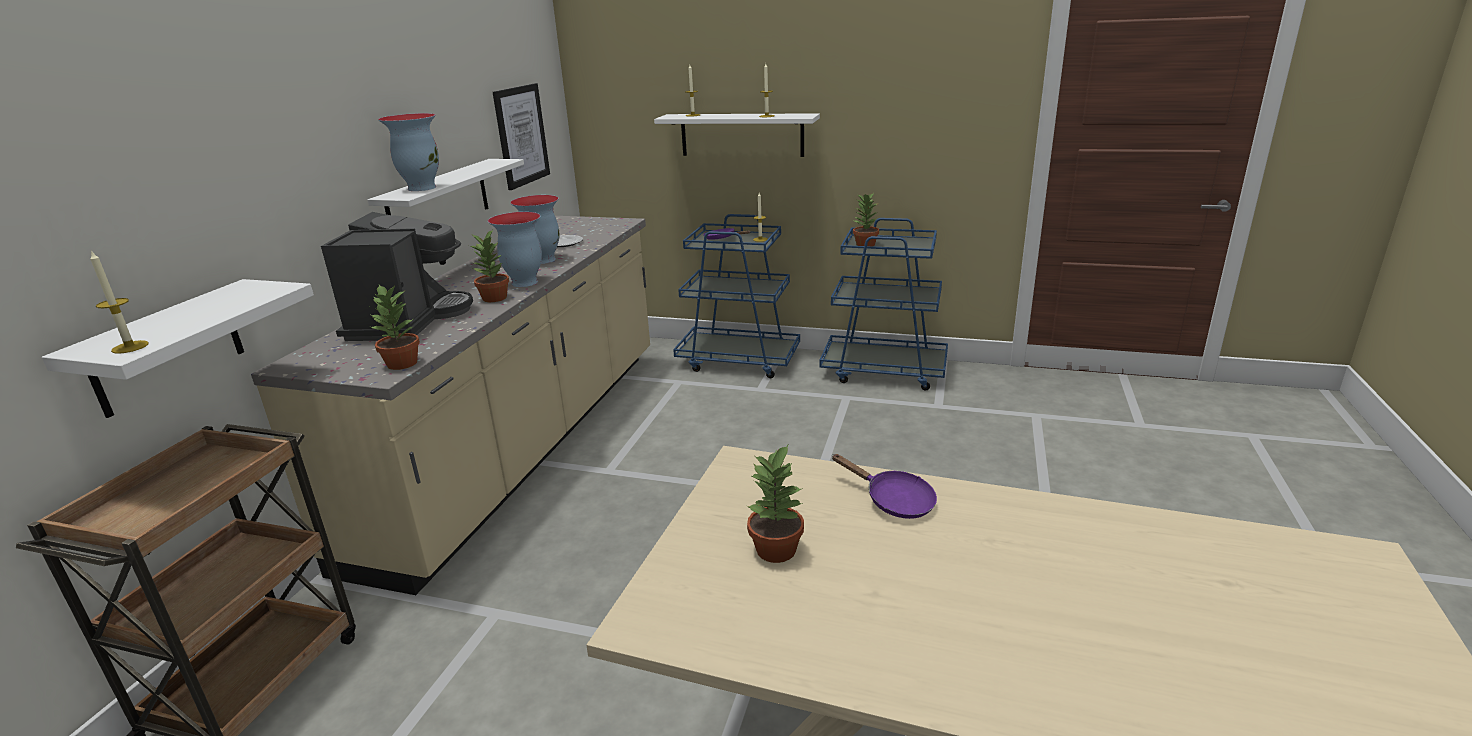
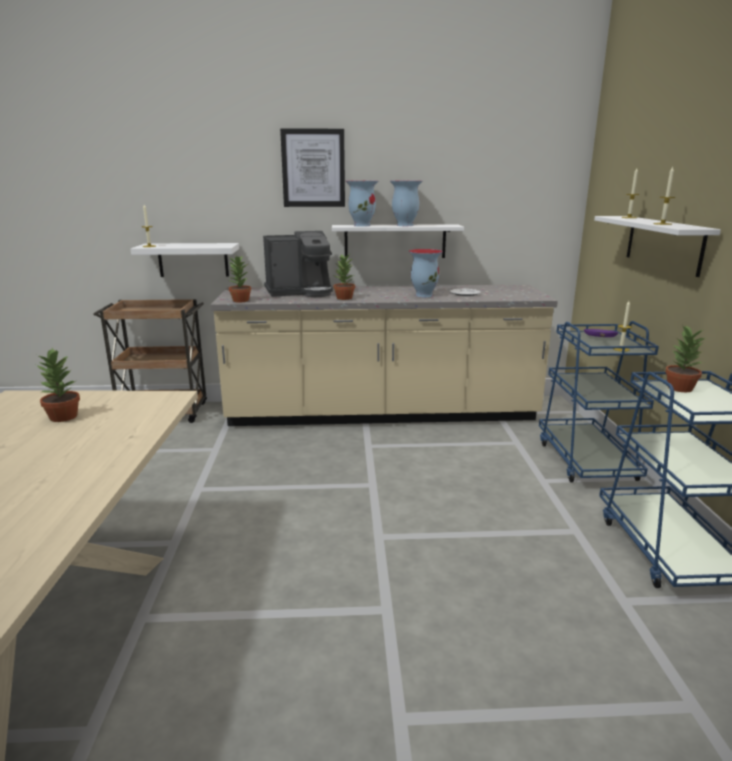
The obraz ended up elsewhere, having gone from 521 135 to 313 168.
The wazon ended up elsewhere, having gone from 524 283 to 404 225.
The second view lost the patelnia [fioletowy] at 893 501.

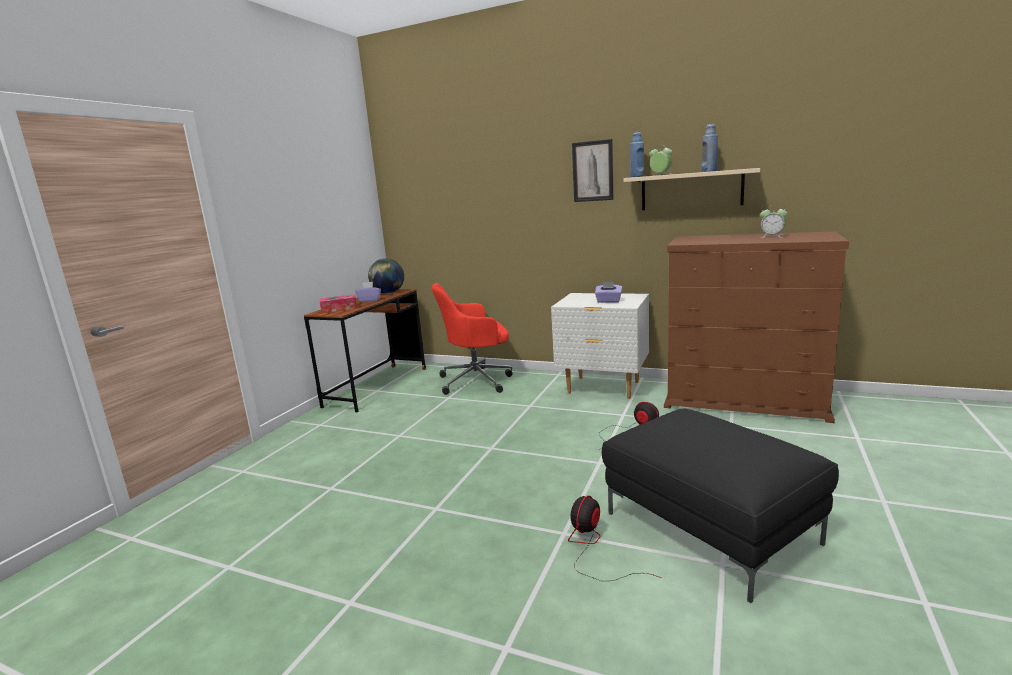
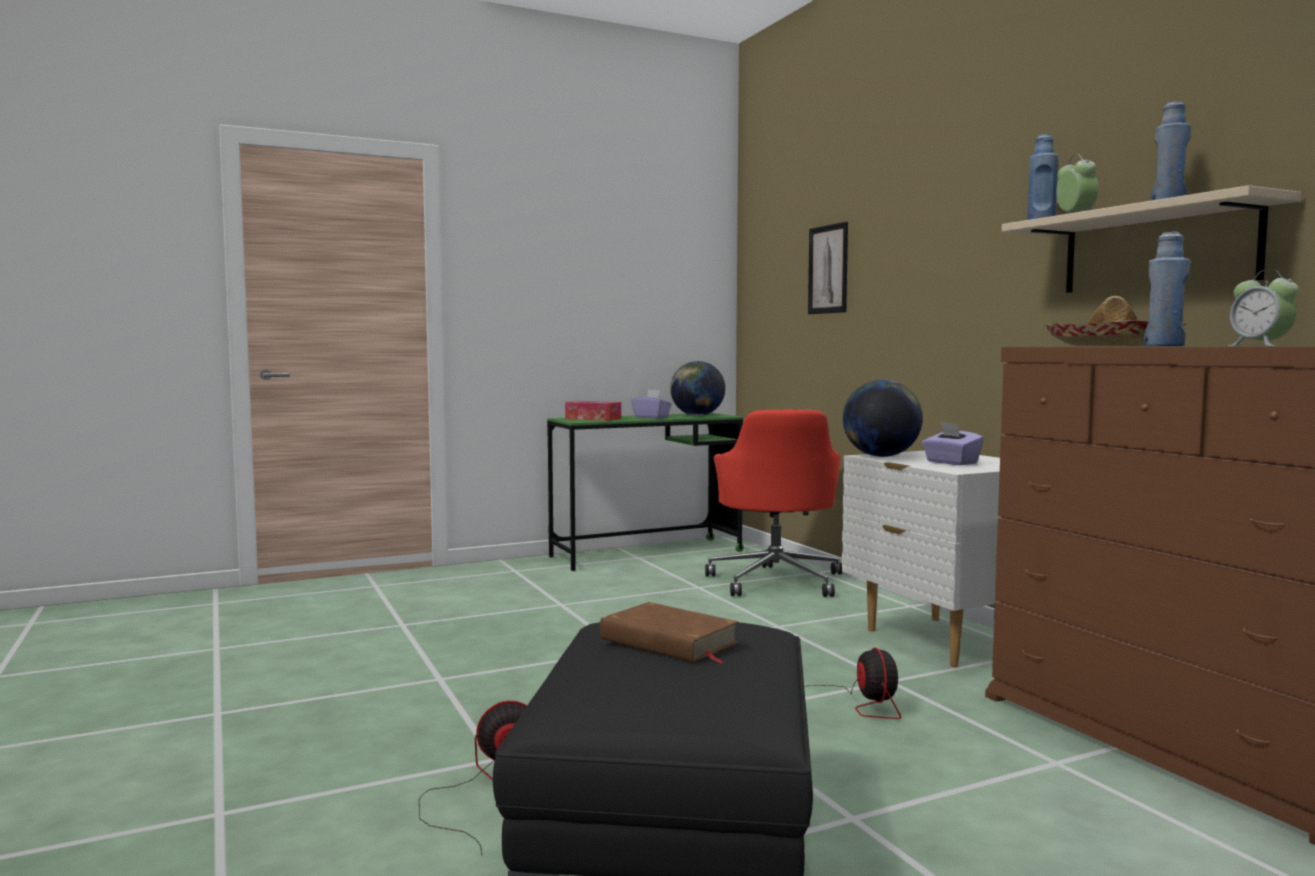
What was the biurko [brązowy] at 377 387 turned into the biurko [zielony] at 646 554.
The second view gained the książka [brązowy] at 669 641.
The krzesło biurowe [czerwony] at 477 381 ended up facing another way, 120 degrees counterclockwise from before.
The obraz ended up elsewhere, having gone from 592 171 to 828 269.
The second view gained the globus at 881 456.
The second view gained the kapelusz at 1112 346.
The second view gained the butelka [niebieski] at 1164 346.

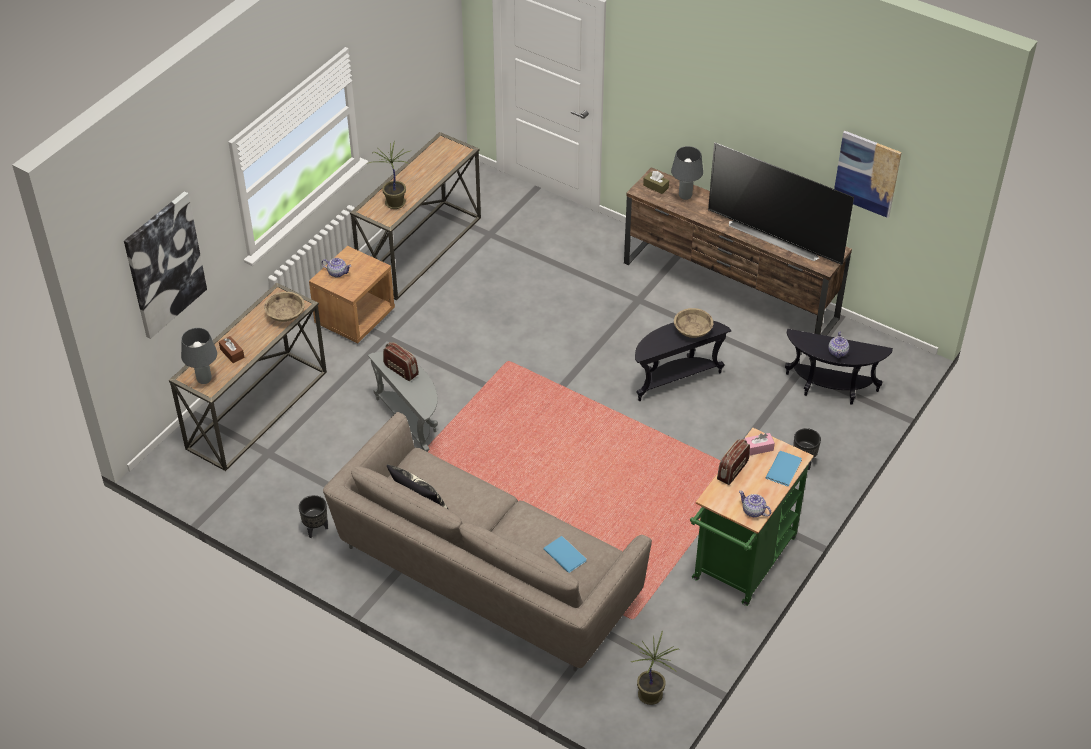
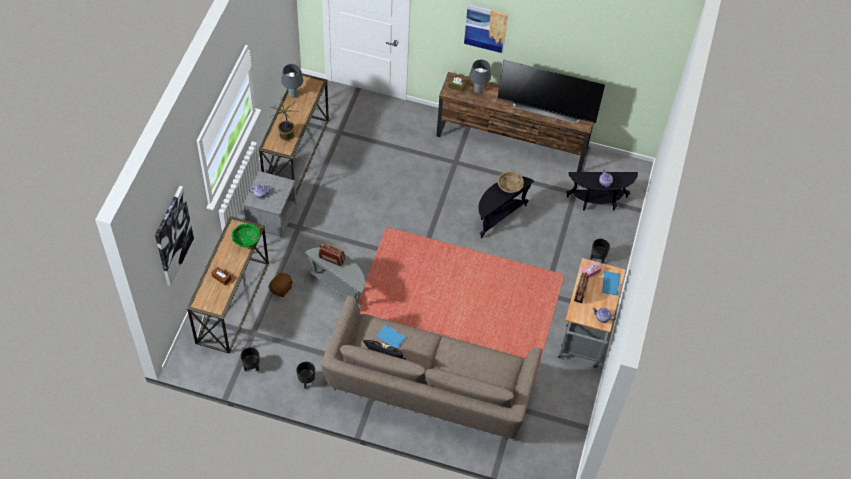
What was the miska [beżowy] at 285 314 turned into the miska [zielony] at 246 239.
The second view gained the donica [czarny] at 252 367.
What was the szafka nocna [brązowy] at 355 317 turned into the szafka nocna [szary] at 272 217.
The second view gained the pluszak [brązowy] at 281 289.
The lampa stołowa [szary] ended up elsewhere, having gone from 204 380 to 293 95.
The książka [niebieski] ended up elsewhere, having gone from 565 554 to 390 336.
The obraz ended up elsewhere, having gone from 867 173 to 485 28.
What was the wózek [zielony] at 741 564 turned into the wózek [szary] at 583 340.
The second view lost the roślina doniczkowa at 651 694.

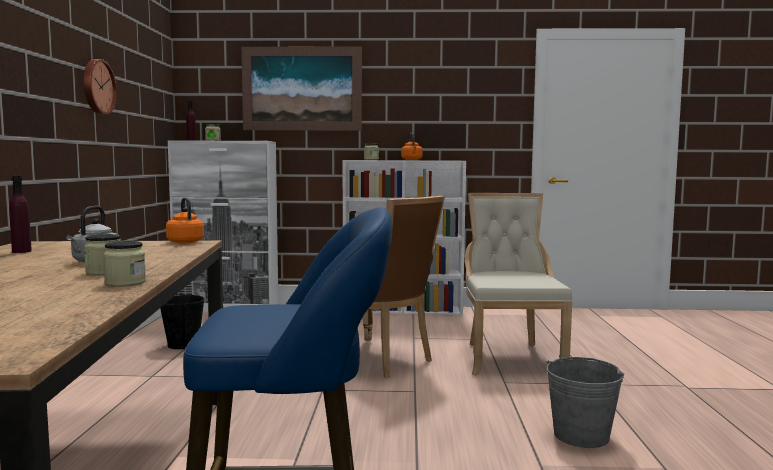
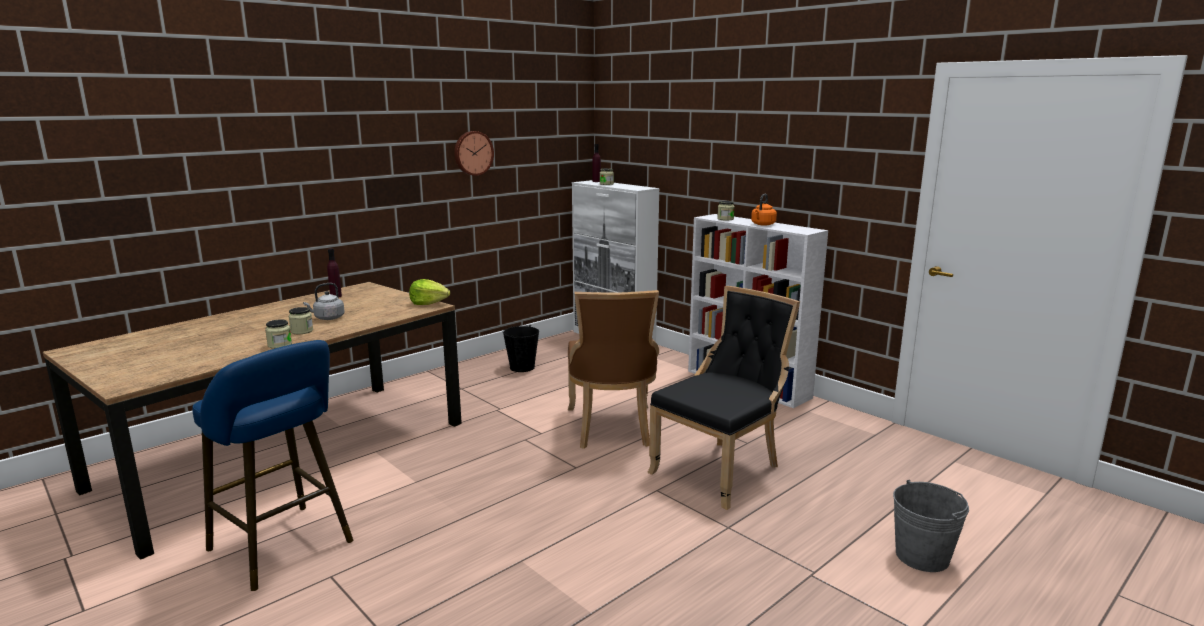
Where the czajnik [pomarańczowy] stood at 184 242, the sałata came to stand at 428 303.
What was the krzesło [beżowy] at 510 357 turned into the krzesło [czarny] at 721 470.
The wiadro [szary] ended up elsewhere, having gone from 581 435 to 922 556.
The second view lost the obraz at 302 89.

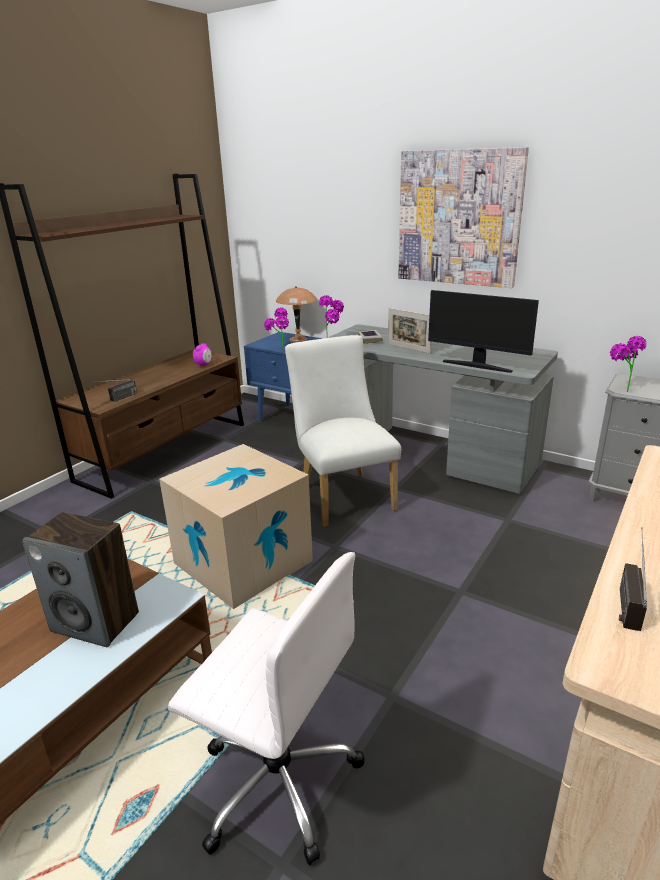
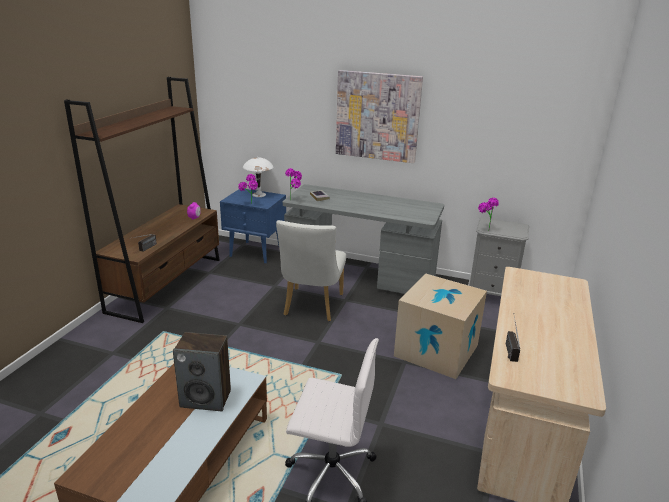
What was the lampa stołowa [brązowy] at 298 339 turned into the lampa stołowa [biały] at 259 194.
The krzesło [biały] at 343 495 ended up facing another way, 135 degrees counterclockwise from before.
The karton ended up elsewhere, having gone from 243 562 to 436 350.
The second view lost the ramka na zdjęcie at 408 348.
The second view lost the monitor at 477 365.

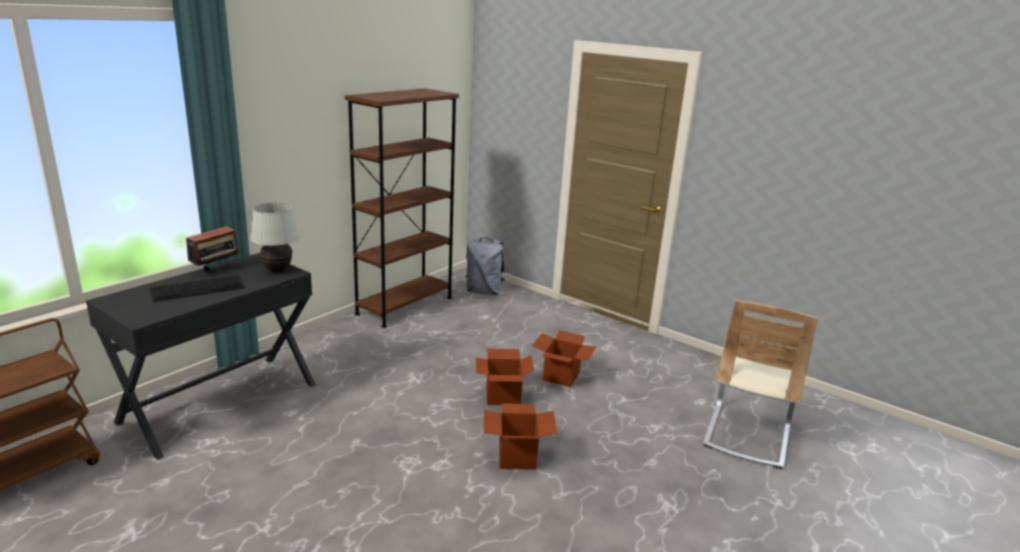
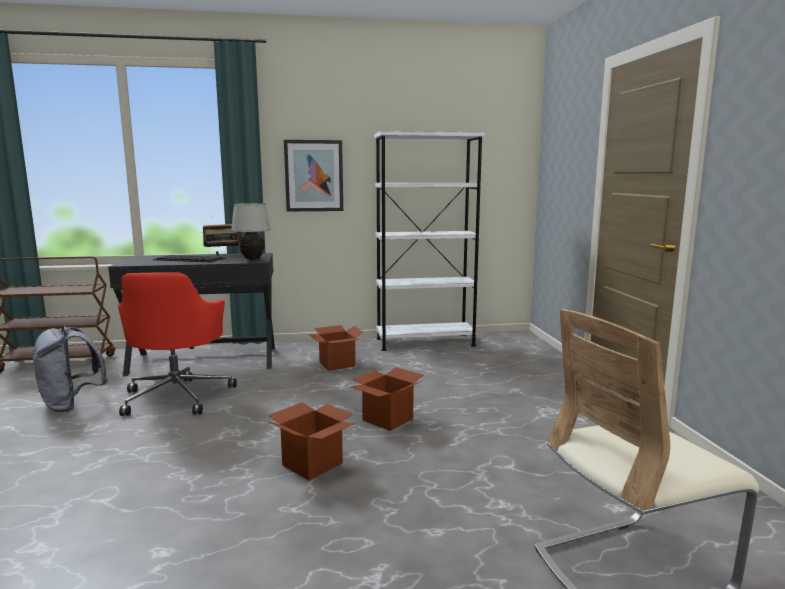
The plecak [szary] ended up elsewhere, having gone from 484 291 to 71 404.
The second view gained the krzesło biurowe [czerwony] at 178 396.
The second view gained the obraz at 314 176.
The karton ended up elsewhere, having gone from 561 376 to 337 364.
What was the regał [brązowy] at 405 305 turned into the regał [biały] at 425 342.

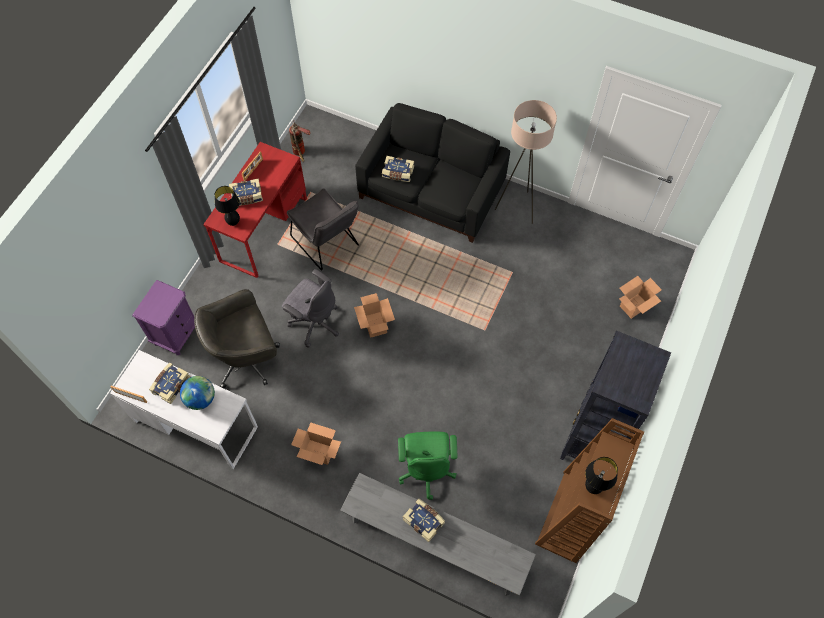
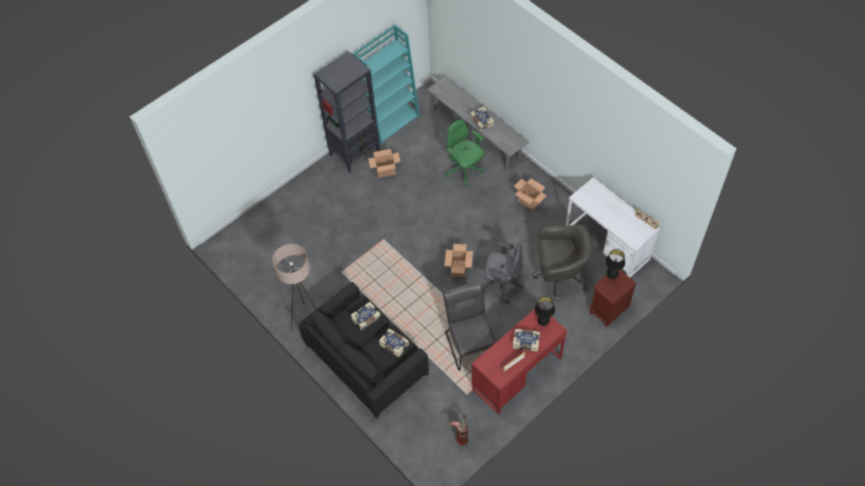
The książka ended up elsewhere, having gone from 170 385 to 366 318.
What was the regał [brązowy] at 570 517 turned into the regał [turkusowy] at 391 121.
The karton ended up elsewhere, having gone from 634 306 to 385 171.
The krzesło biurowe [zielony] at 427 470 ended up facing another way, 60 degrees counterclockwise from before.
The krzesło biurowe [szary] at 314 322 ended up facing another way, 135 degrees clockwise from before.
What was the szafka nocna [fioletowy] at 176 334 turned into the szafka nocna [brązowy] at 608 310.
The lampa stołowa [czarny] ended up elsewhere, having gone from 592 487 to 611 276.
The second view lost the globus at 201 399.

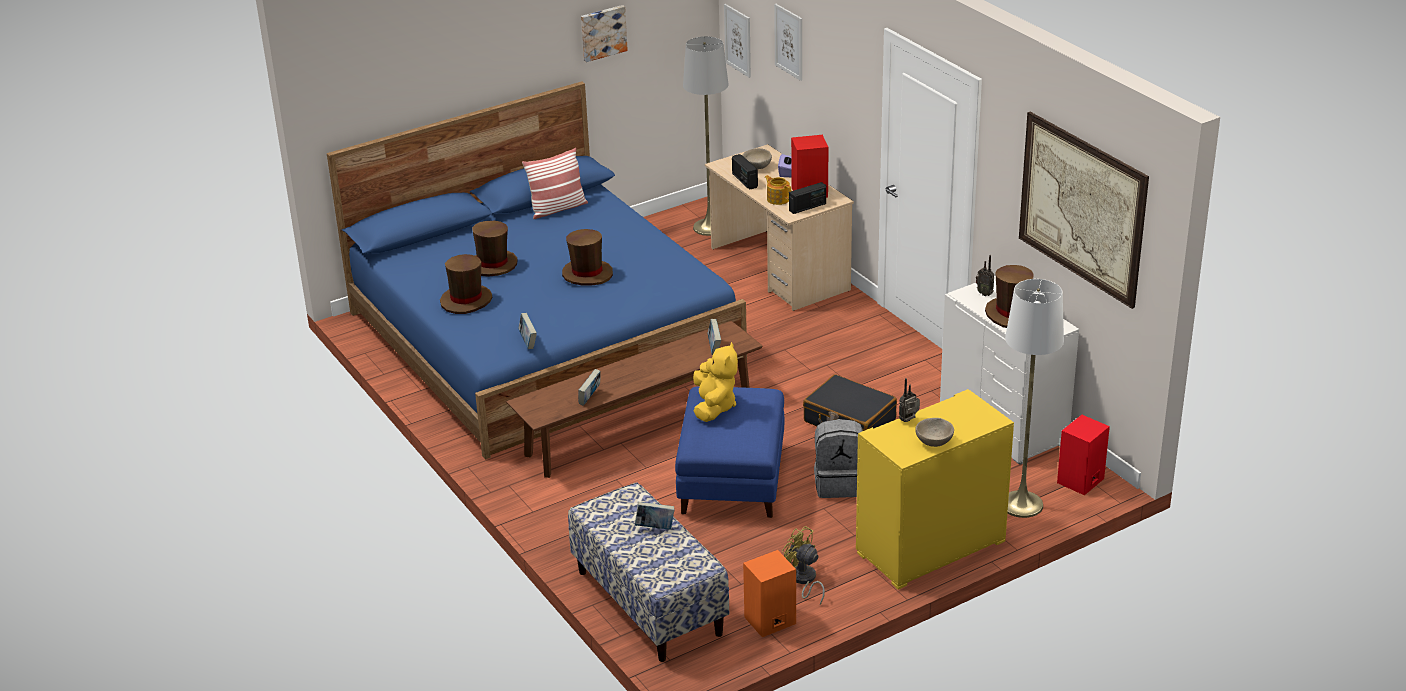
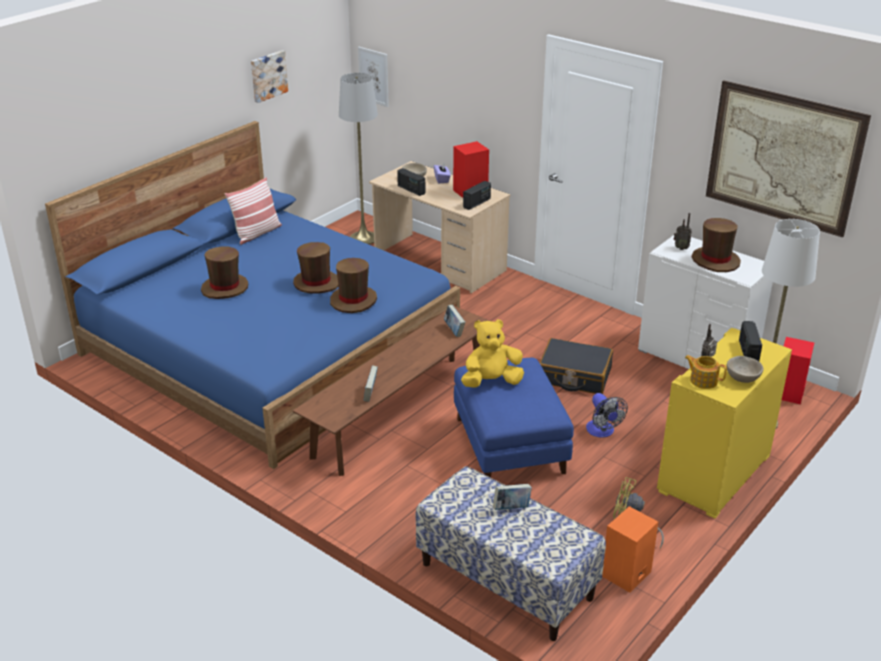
The kapelusz [brązowy] ended up elsewhere, having gone from 466 300 to 353 300.
The pluszak [żółty] at 714 407 ended up facing another way, 90 degrees counterclockwise from before.
Where the plecak [szary] stood at 839 484, the wentylator came to stand at 602 432.
The imbryk ended up elsewhere, having gone from 778 199 to 703 380.
The second view gained the radio at 748 352.
The second view lost the książka at 528 342.
The second view lost the obraz at 789 41.

